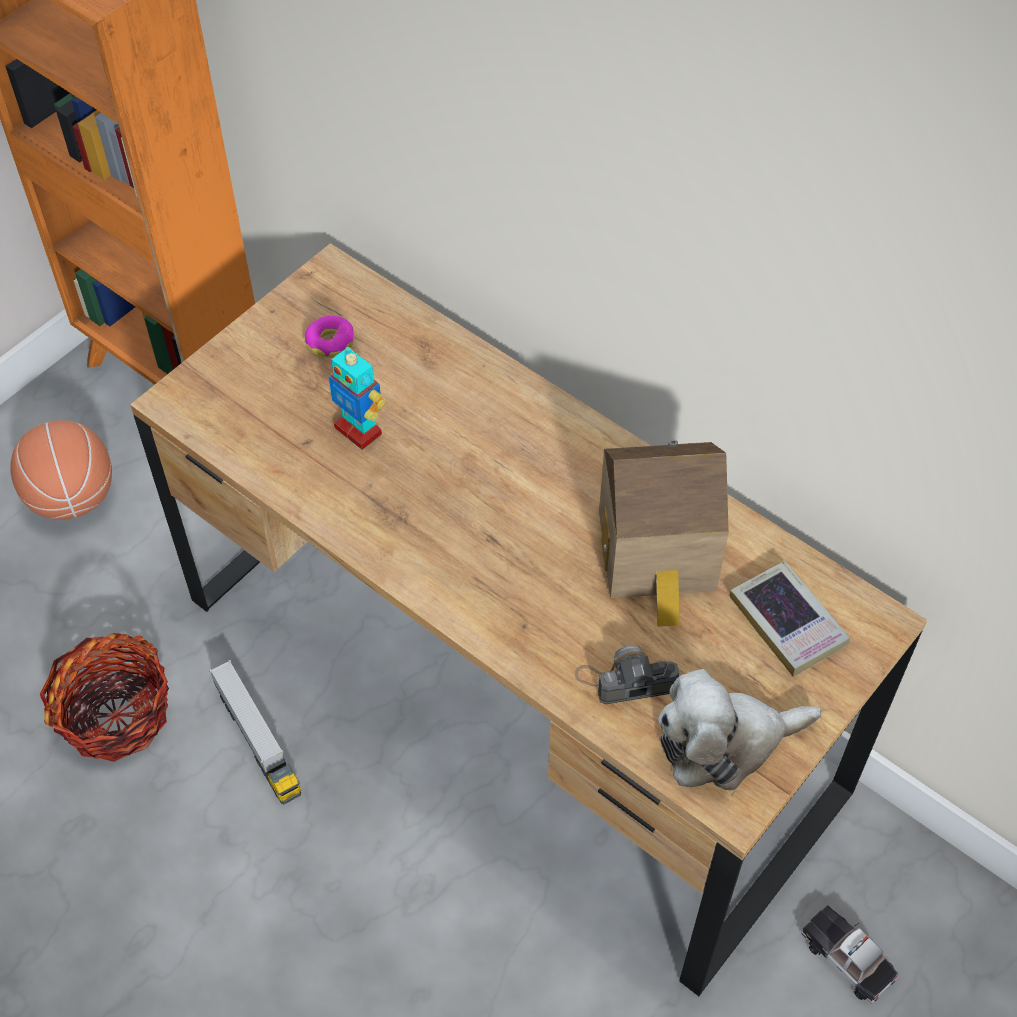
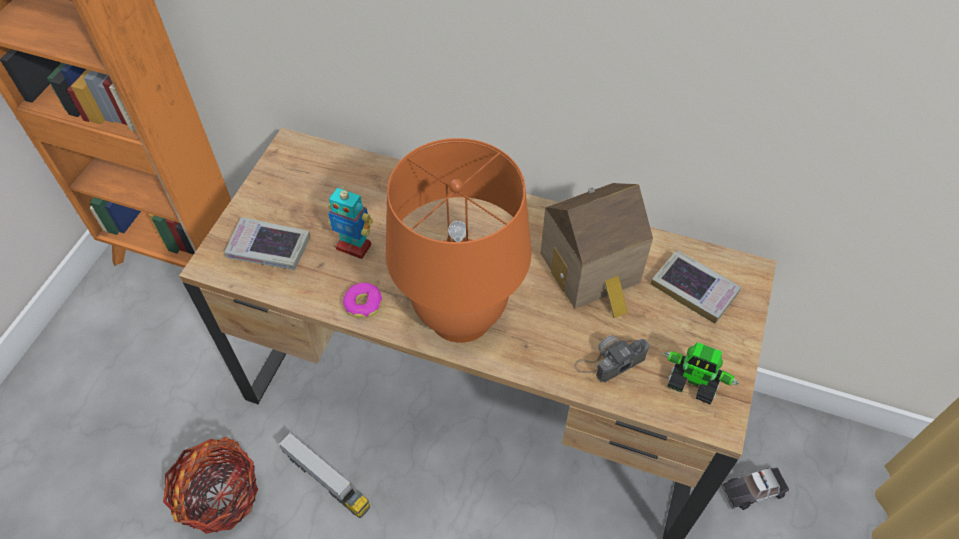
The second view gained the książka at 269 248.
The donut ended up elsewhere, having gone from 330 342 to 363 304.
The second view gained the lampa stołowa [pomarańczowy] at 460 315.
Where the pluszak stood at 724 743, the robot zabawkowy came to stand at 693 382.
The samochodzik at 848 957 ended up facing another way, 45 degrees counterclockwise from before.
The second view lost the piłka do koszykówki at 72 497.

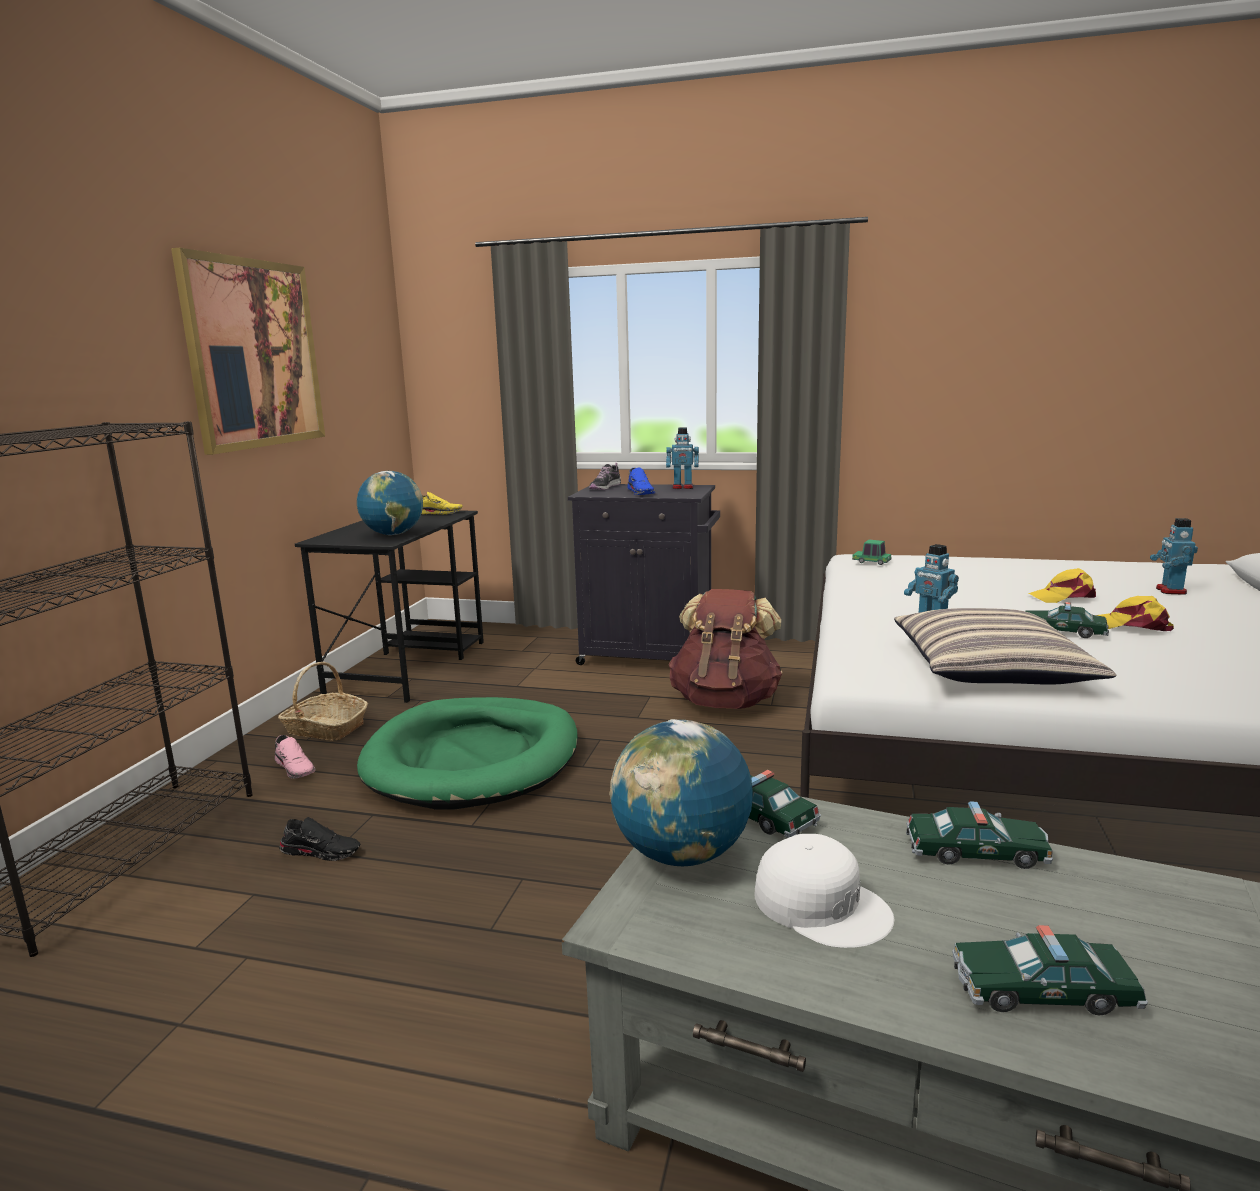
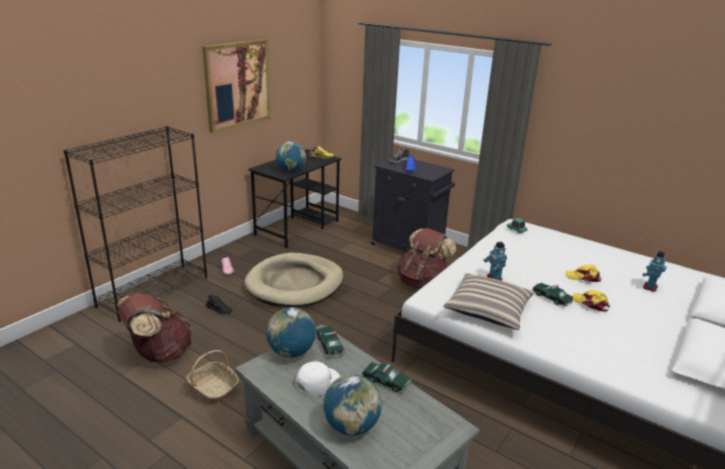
The second view gained the plecak [brązowy] at 159 354.
The koszyk ended up elsewhere, having gone from 325 728 to 213 388.
What was the legowisko [zielony] at 473 759 turned into the legowisko [beżowy] at 295 284.
The czapka z daszkiem [biały] at 822 904 ended up facing another way, 105 degrees counterclockwise from before.
Where the samochodzik stood at 1042 991, the globus came to stand at 351 426.
The second view lost the robot zabawkowy at 682 487.

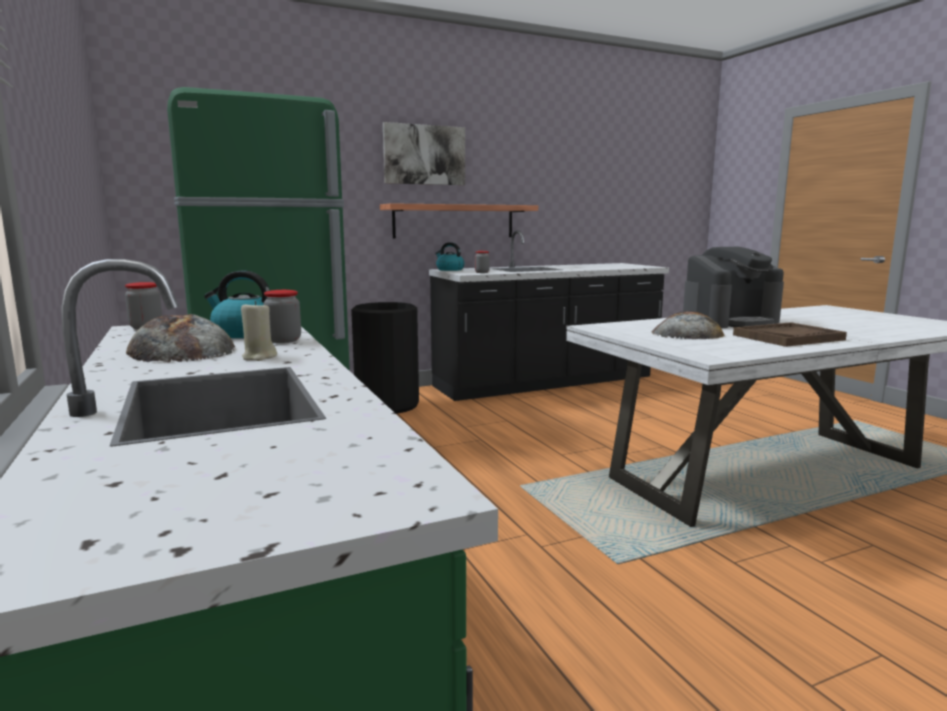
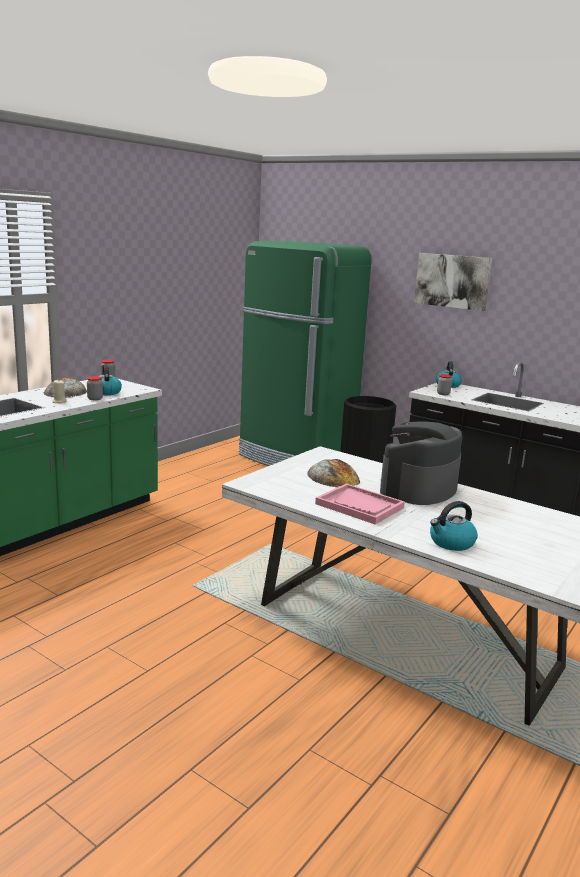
What was the taca [brązowy] at 788 337 turned into the taca [różowy] at 360 506.
The ekspres do kawy at 729 321 ended up facing another way, 90 degrees clockwise from before.
The second view gained the czajnik at 451 543.
The second view lost the półka at 454 221.

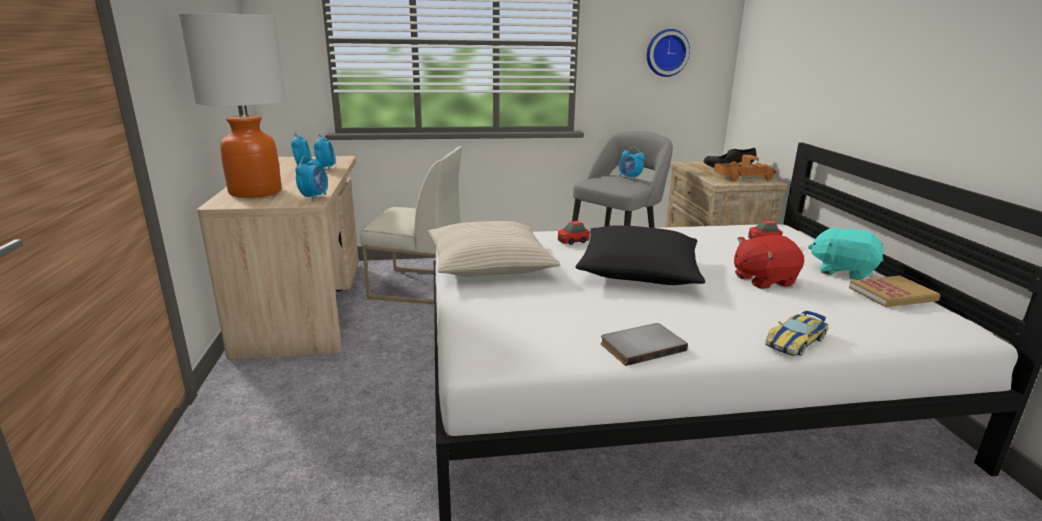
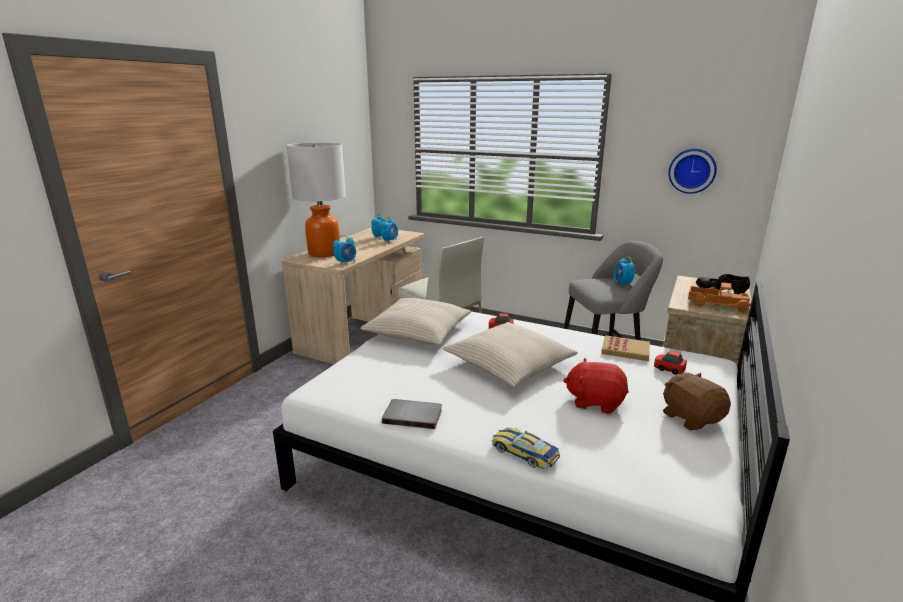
What was the poduszka [czarny] at 639 270 turned into the poduszka [beżowy] at 509 364.
The samochodzik at 795 341 ended up facing another way, 45 degrees clockwise from before.
The książka ended up elsewhere, having gone from 892 294 to 625 350.
What was the pluszak [turkusowy] at 842 271 turned into the pluszak [brązowy] at 691 418.

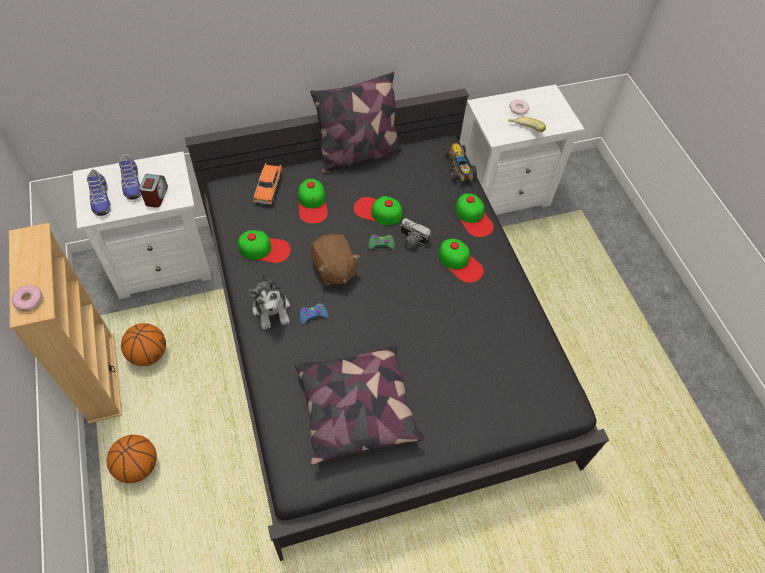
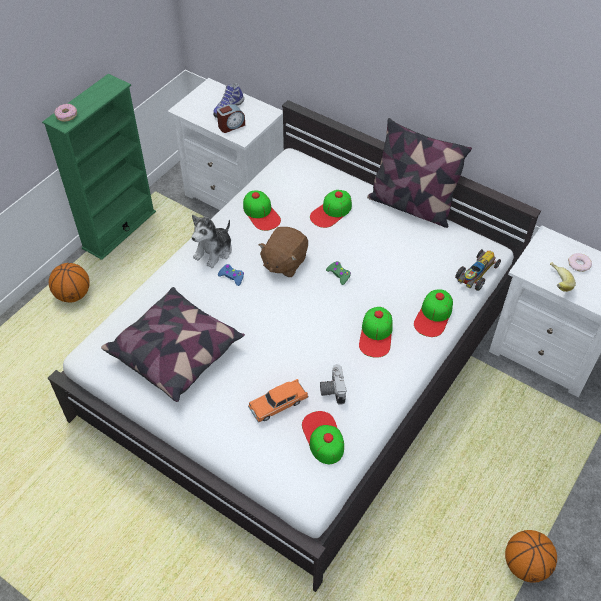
What was the regał [beżowy] at 101 377 turned into the regał [zielony] at 119 230.
What was the łóżko [czarny] at 378 337 turned into the łóżko [biały] at 301 359.
The samochodzik [pomarańczowy] ended up elsewhere, having gone from 268 188 to 278 404.
The czapka z daszkiem ended up elsewhere, having gone from 378 211 to 323 437.
The aparat fotograficzny ended up elsewhere, having gone from 411 240 to 332 390.
The piłka do koszykówki ended up elsewhere, having gone from 148 354 to 525 565.
The second view lost the but at 100 200.

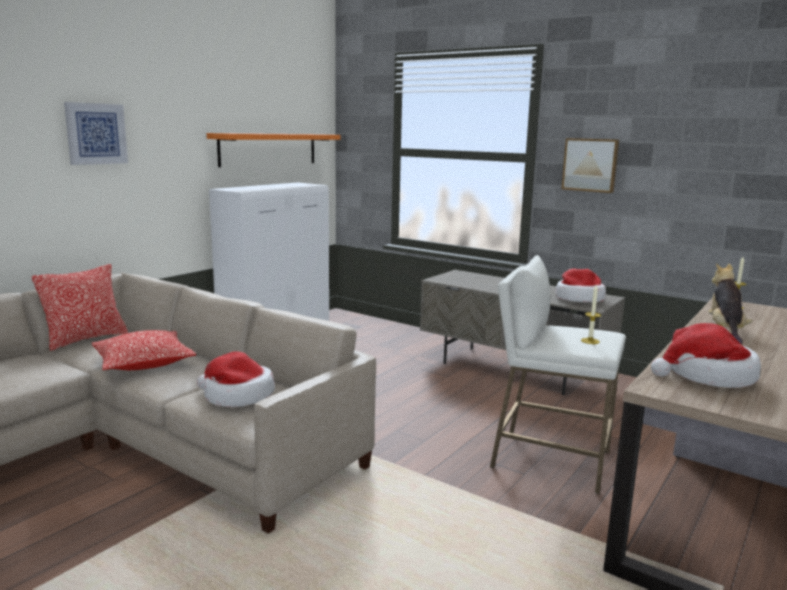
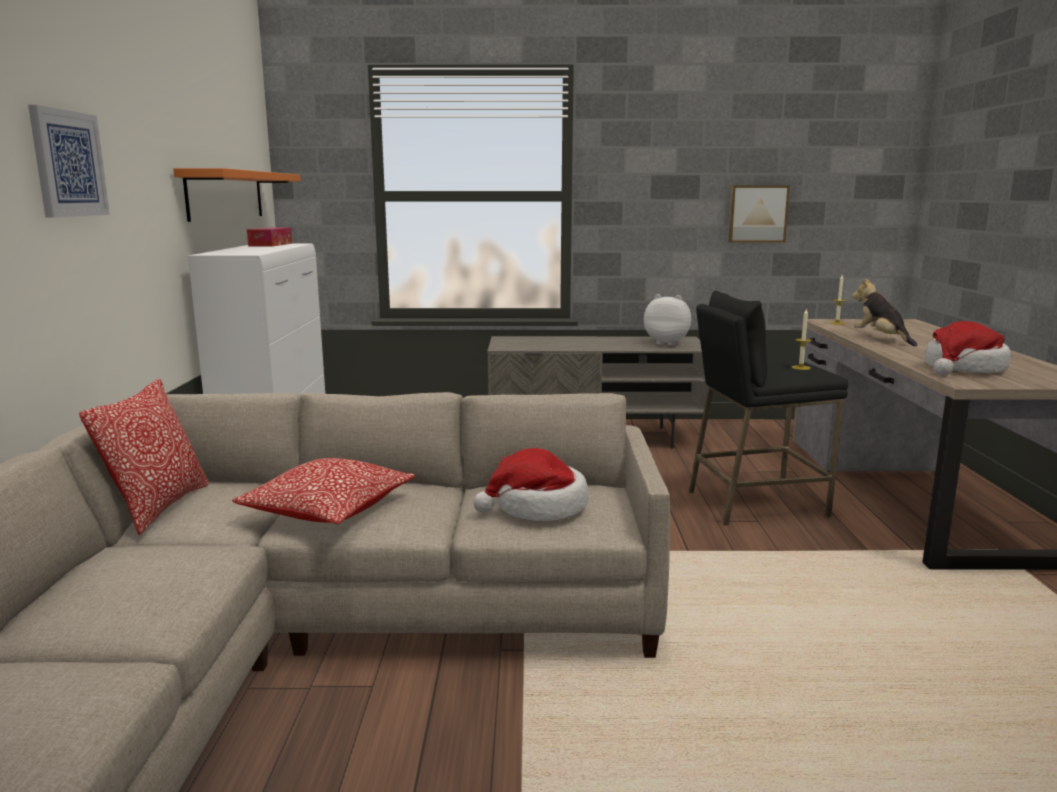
The second view gained the pudełko chusteczek at 270 244.
Where the kapelusz stood at 578 299, the pluszak came to stand at 667 343.
What was the stołek [biały] at 550 460 turned into the stołek [czarny] at 755 503.
The obraz ended up elsewhere, having gone from 590 165 to 757 214.

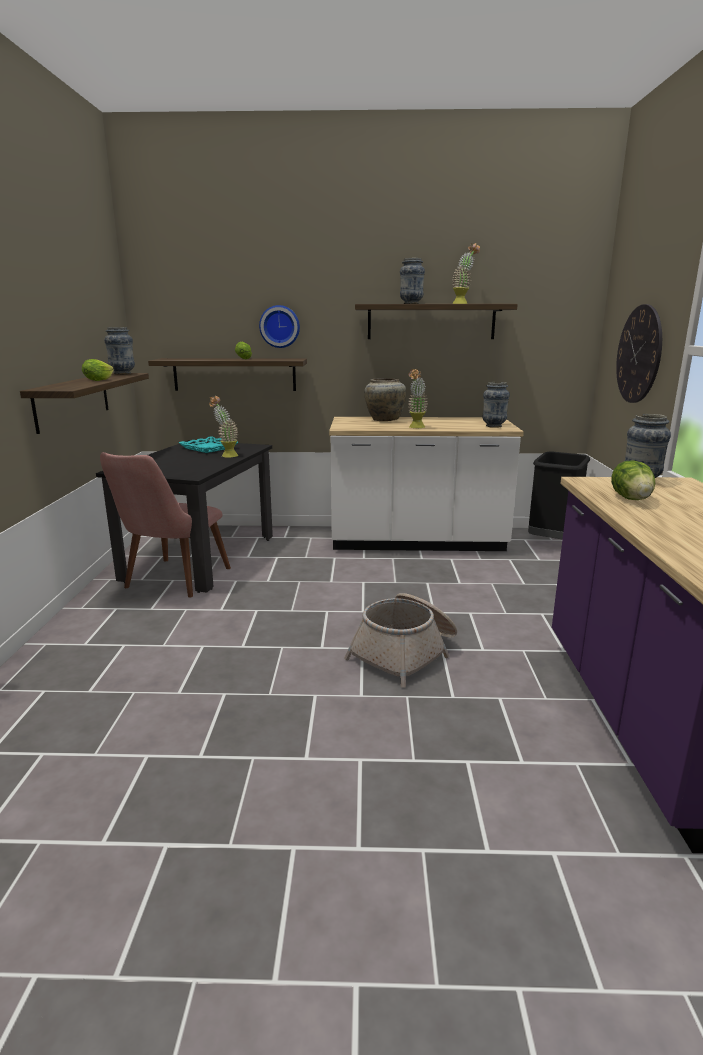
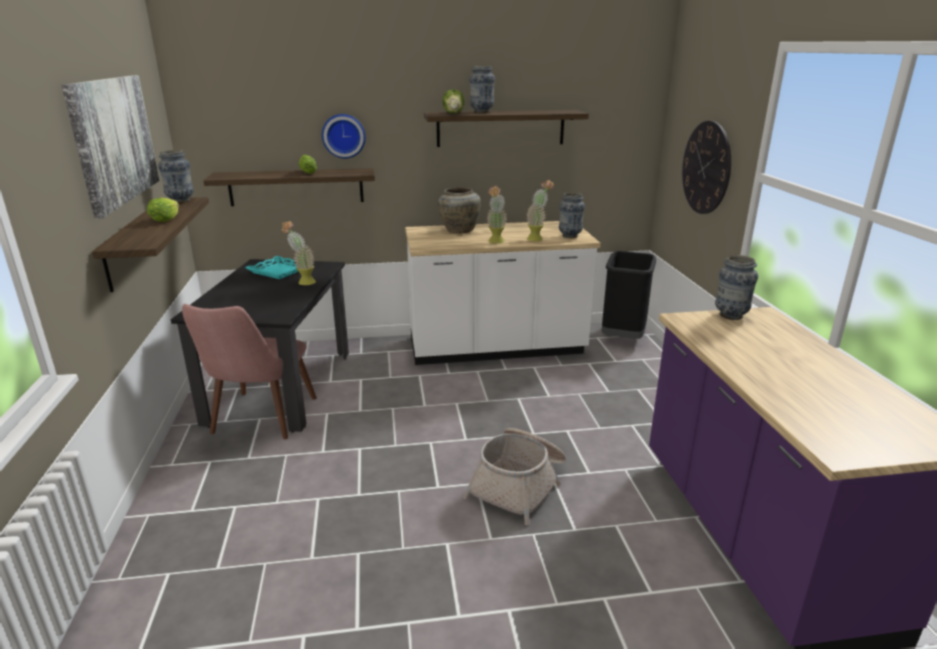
The second view gained the obraz at 114 140.
The sałata ended up elsewhere, having gone from 632 498 to 454 113.
The roślina doniczkowa ended up elsewhere, having gone from 463 304 to 538 238.

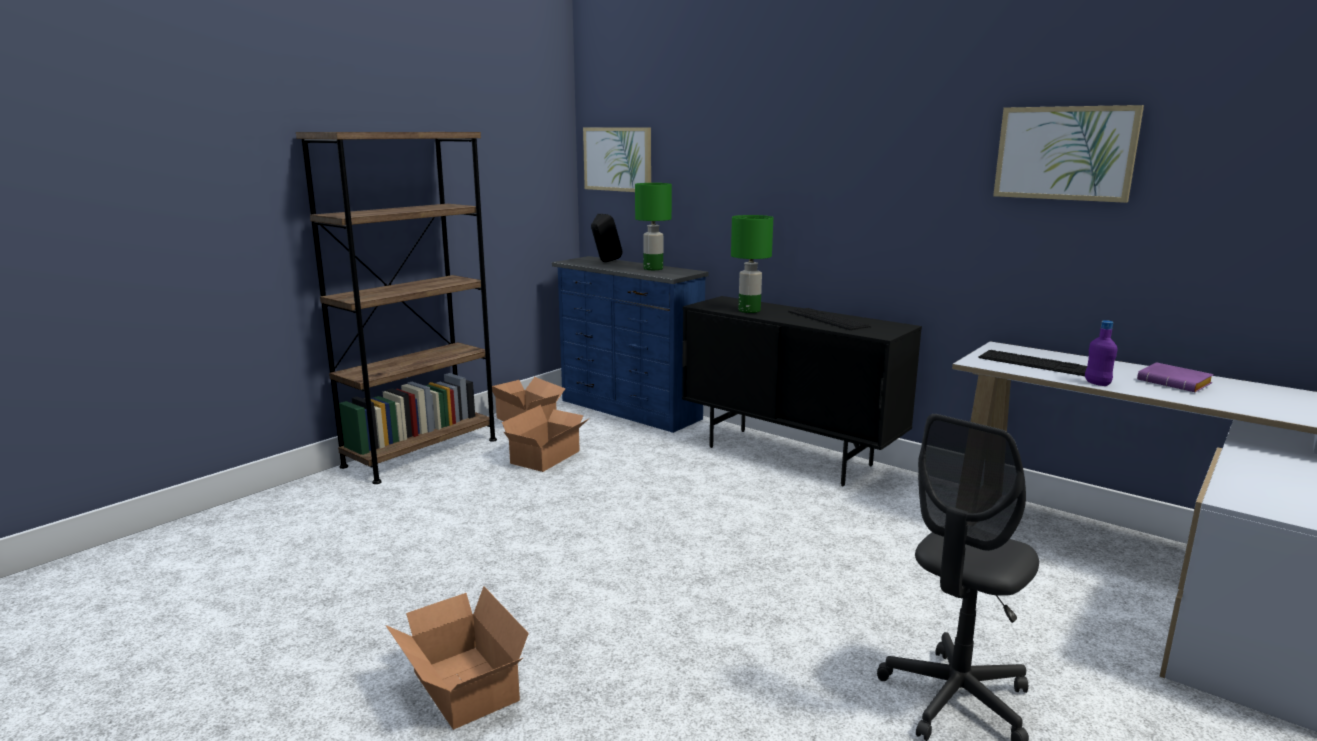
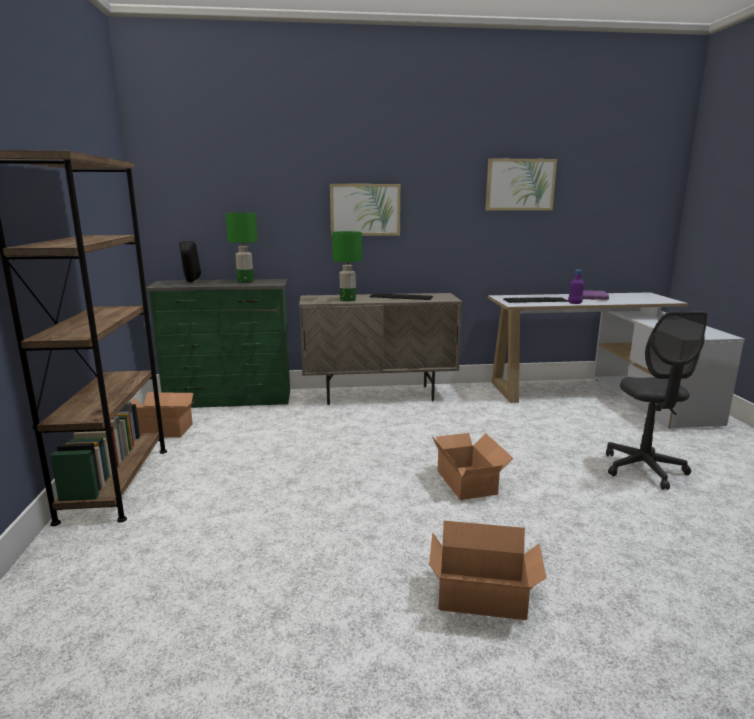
What was the komoda [niebieski] at 629 410 turned into the komoda [zielony] at 230 400.
What was the szafka [czarny] at 789 456 turned into the szafka [beżowy] at 379 395.
The obraz ended up elsewhere, having gone from 618 159 to 365 210.
The karton ended up elsewhere, having gone from 548 457 to 468 481.

